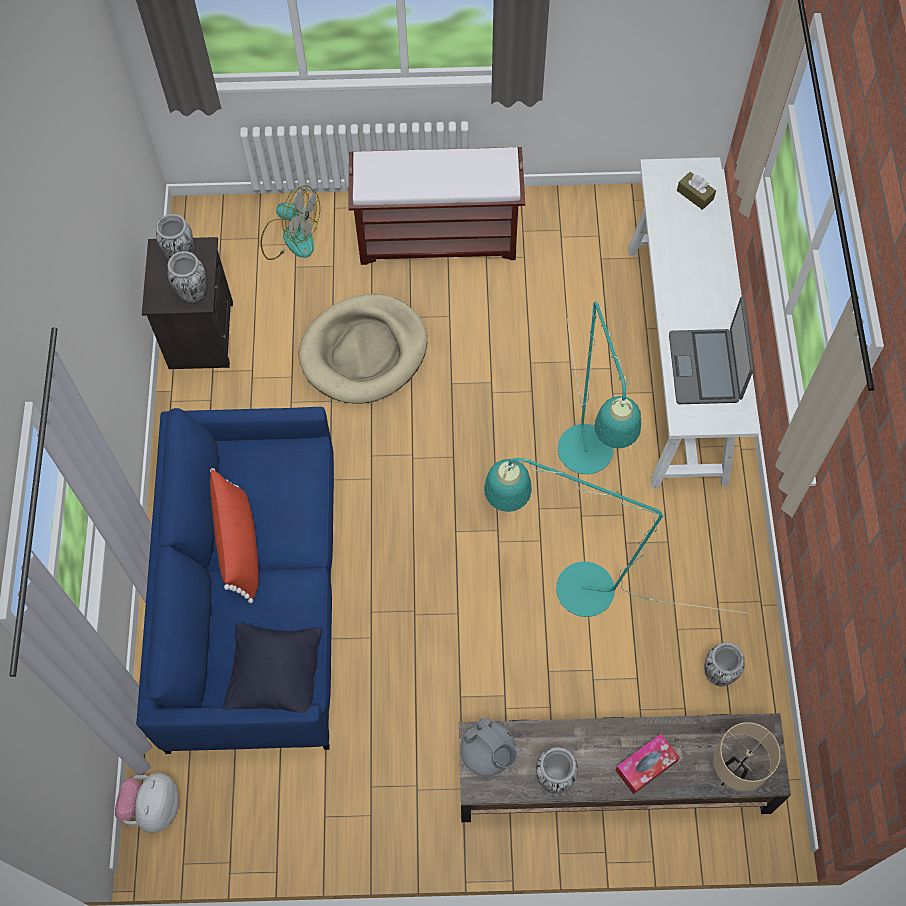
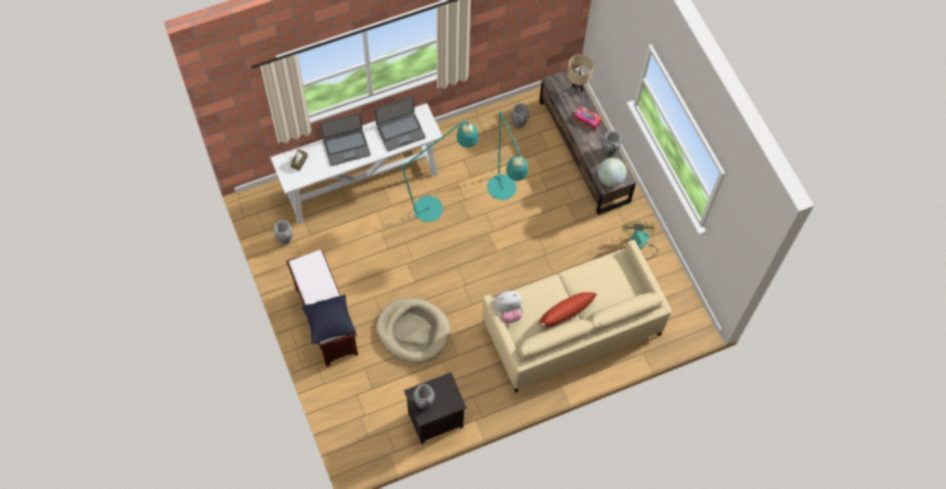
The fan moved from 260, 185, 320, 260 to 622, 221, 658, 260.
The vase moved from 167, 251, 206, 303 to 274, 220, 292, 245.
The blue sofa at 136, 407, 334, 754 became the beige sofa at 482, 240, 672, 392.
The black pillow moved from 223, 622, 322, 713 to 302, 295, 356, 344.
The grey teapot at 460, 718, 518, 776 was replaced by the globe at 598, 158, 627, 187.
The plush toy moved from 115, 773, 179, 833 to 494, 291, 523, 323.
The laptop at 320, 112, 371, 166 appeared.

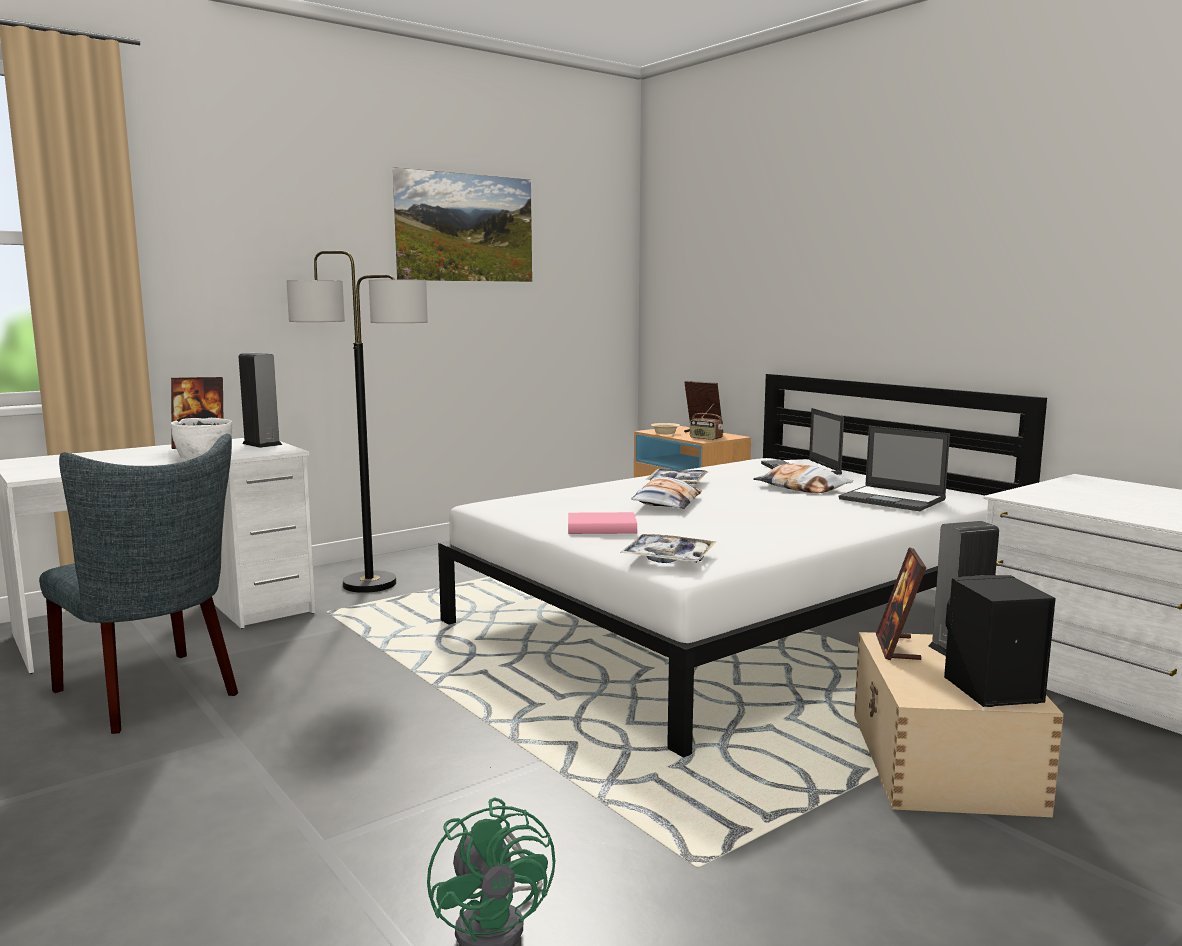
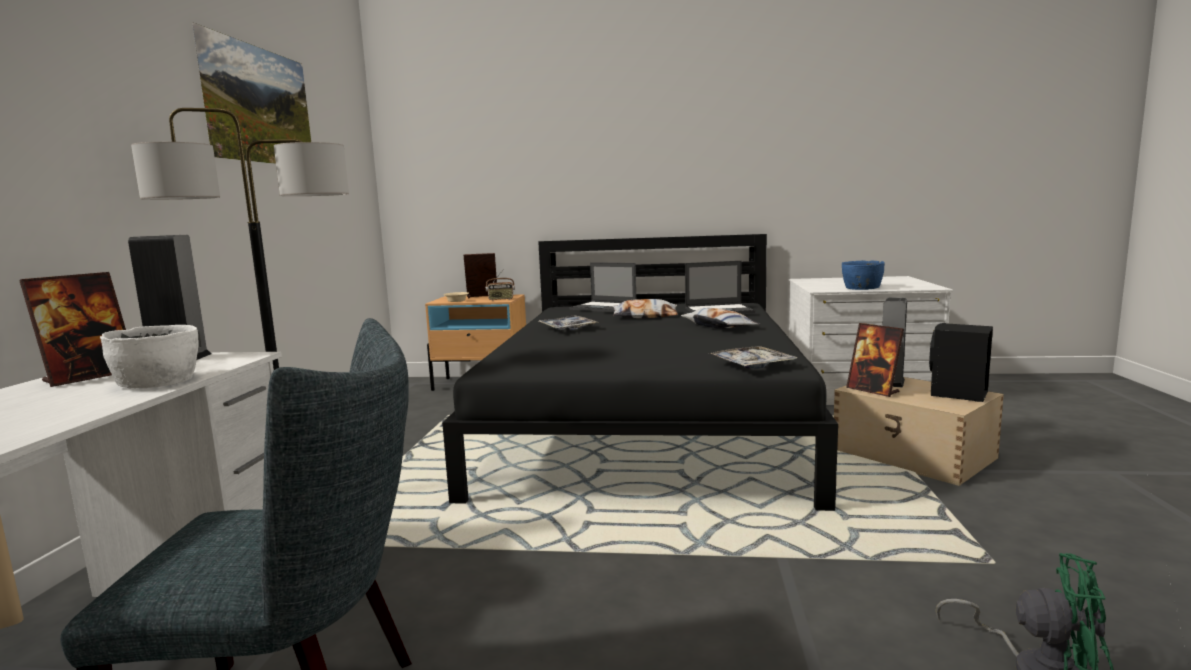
The white bed at 438, 374, 1047, 758 became the black bed at 442, 234, 838, 511.
The pillow moved from 631, 477, 702, 509 to 681, 308, 760, 329.
The pink book at 568, 512, 637, 534 disappeared.
The blue bowl at 842, 260, 885, 290 appeared.

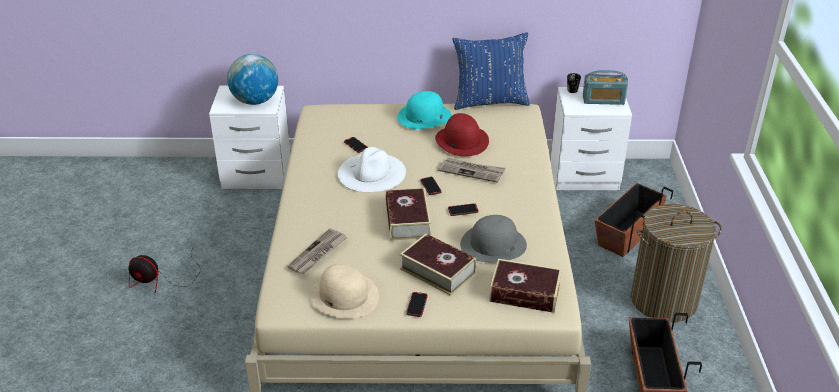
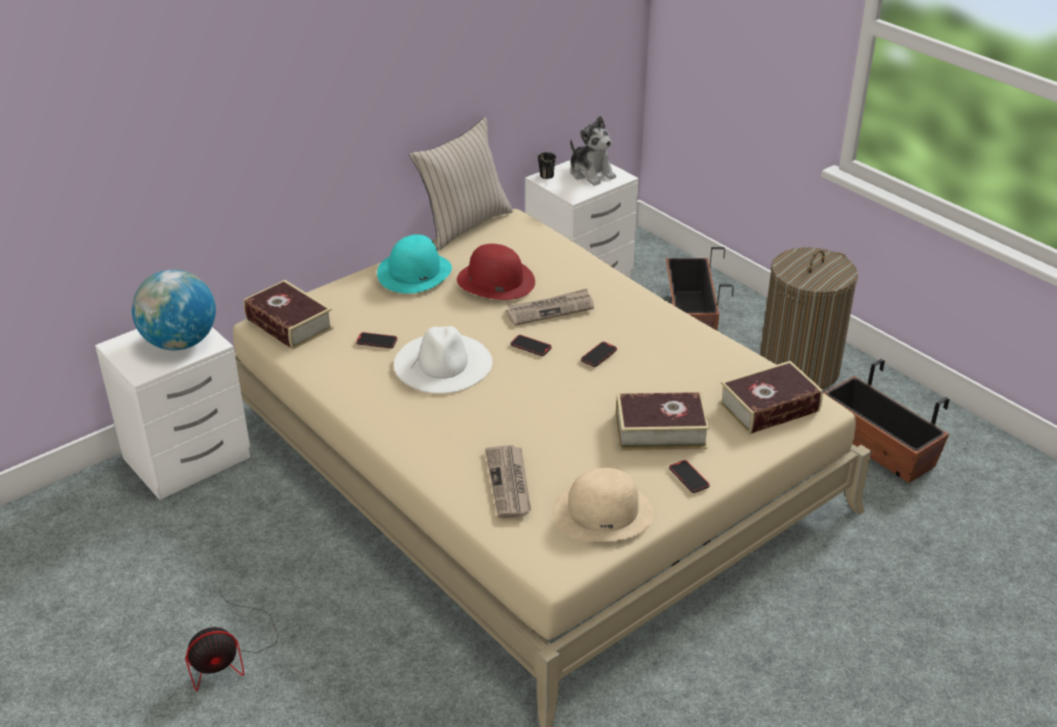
The blue pillow at 452, 33, 530, 110 became the beige pillow at 409, 117, 513, 250.
The radio at 583, 70, 628, 105 was replaced by the plush toy at 570, 116, 616, 186.
The book moved from 386, 188, 431, 240 to 244, 280, 334, 350.
The grey hat at 460, 215, 527, 262 disappeared.

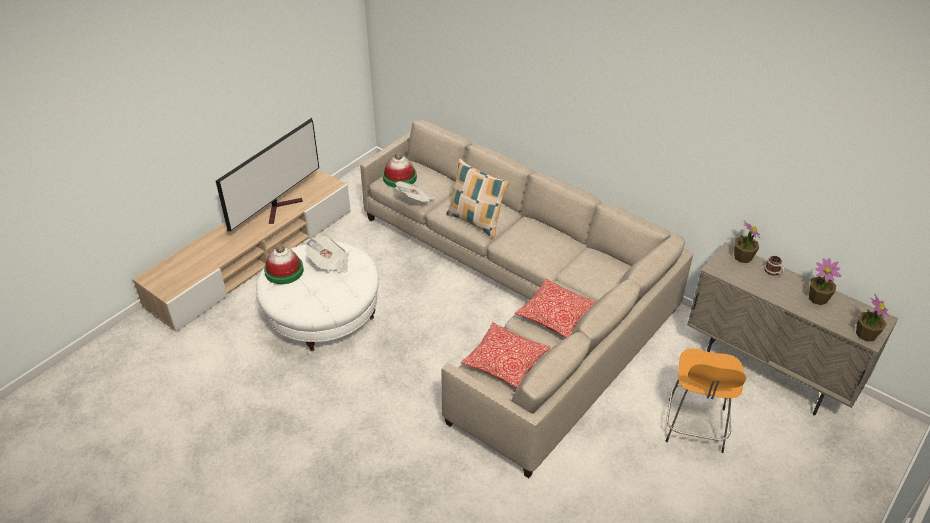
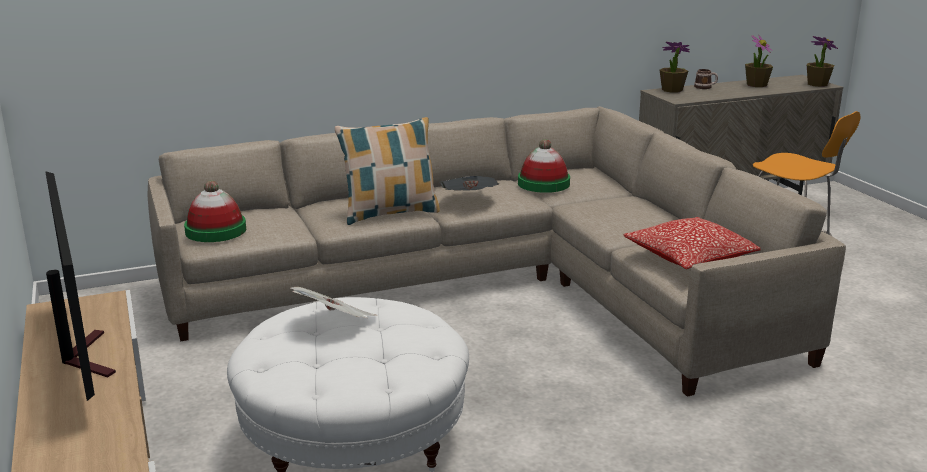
The newspaper moved from 395, 181, 436, 202 to 440, 176, 499, 191.
The hat moved from 264, 244, 304, 284 to 518, 139, 570, 193.
The pillow at 515, 279, 597, 338 disappeared.

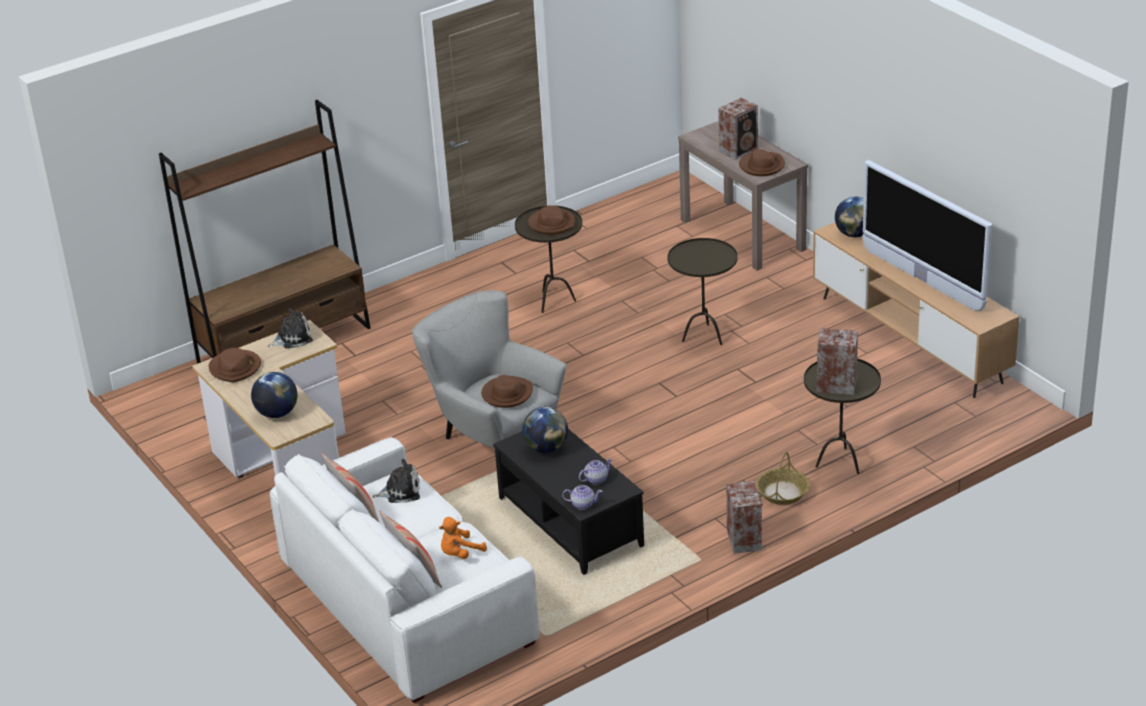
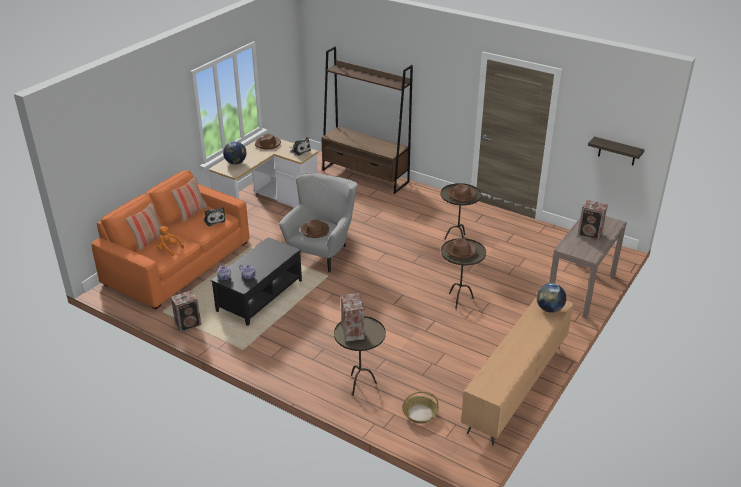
The brown hat moved from 739, 149, 785, 176 to 445, 238, 477, 259.
The television at 863, 160, 992, 311 disappeared.
The globe at 522, 407, 568, 453 disappeared.
The white sofa at 270, 437, 540, 703 became the orange sofa at 92, 170, 249, 309.
The basket moved from 756, 452, 809, 505 to 403, 391, 439, 424.
The speaker moved from 726, 481, 763, 554 to 171, 290, 201, 332.
The shelf at 588, 137, 645, 165 appeared.

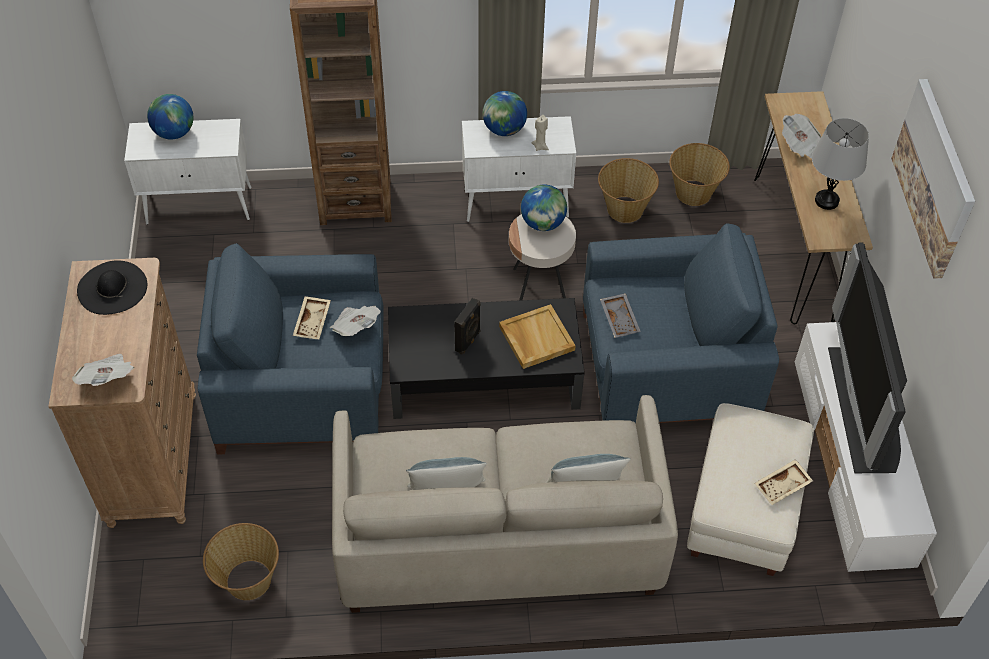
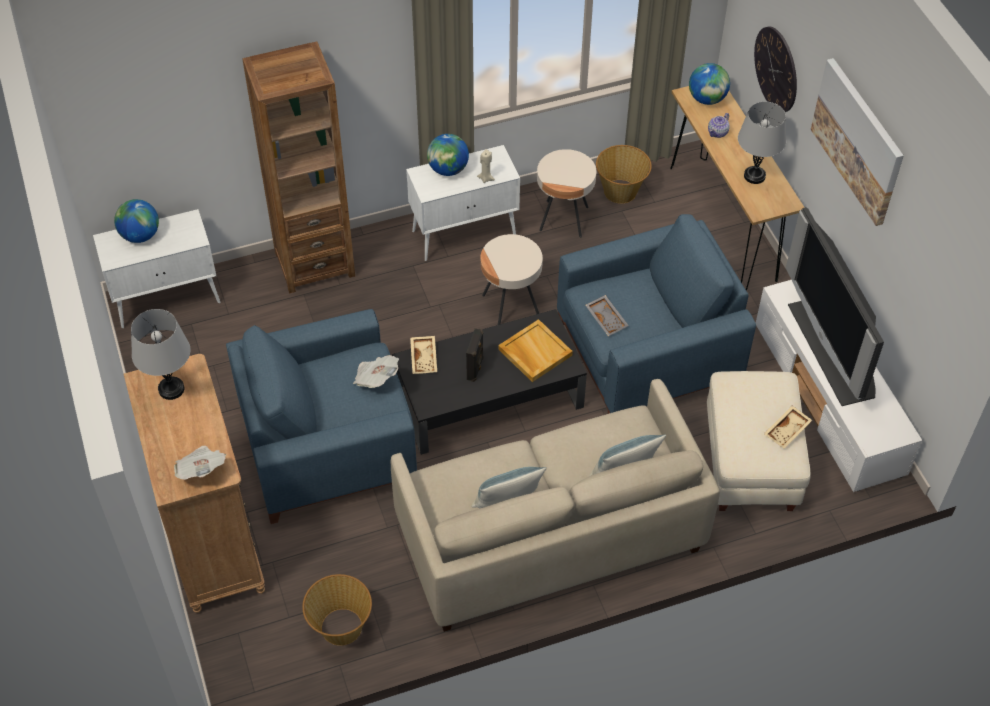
The newspaper at 782, 114, 821, 159 was replaced by the teapot at 708, 113, 730, 138.
The basket at 598, 158, 659, 223 was replaced by the beige side table at 537, 149, 596, 237.
The globe moved from 521, 184, 567, 231 to 689, 63, 730, 105.
The black hat at 77, 260, 147, 315 was replaced by the grey table lamp at 131, 309, 191, 400.
The beige tray moved from 293, 296, 331, 339 to 410, 336, 437, 374.
The wall clock at 754, 27, 797, 112 appeared.

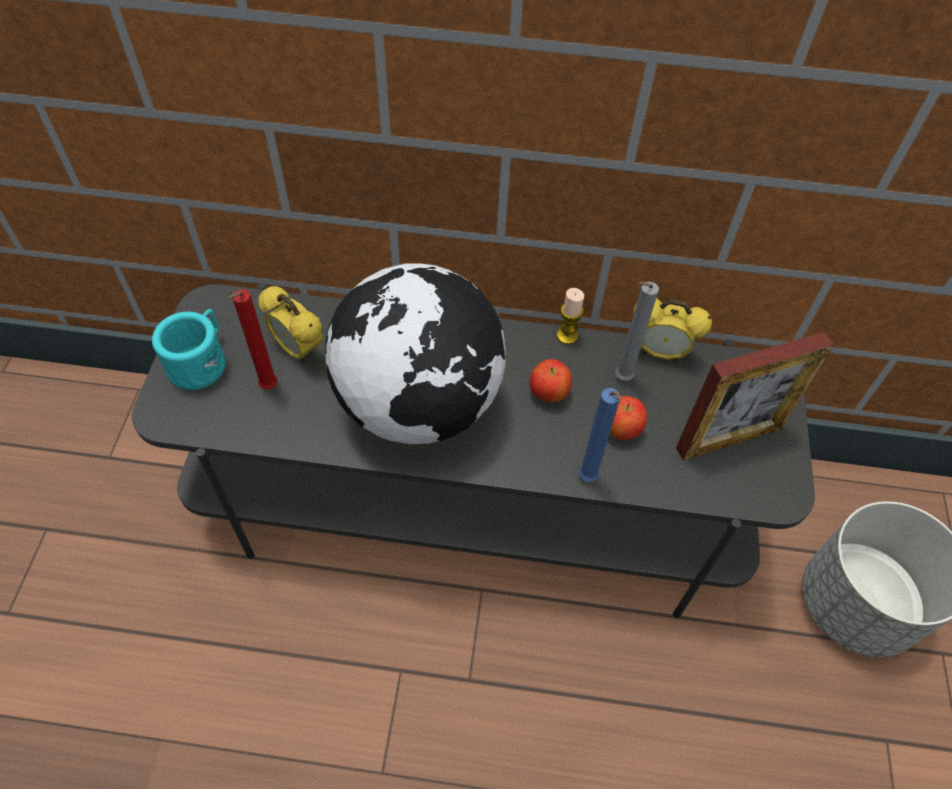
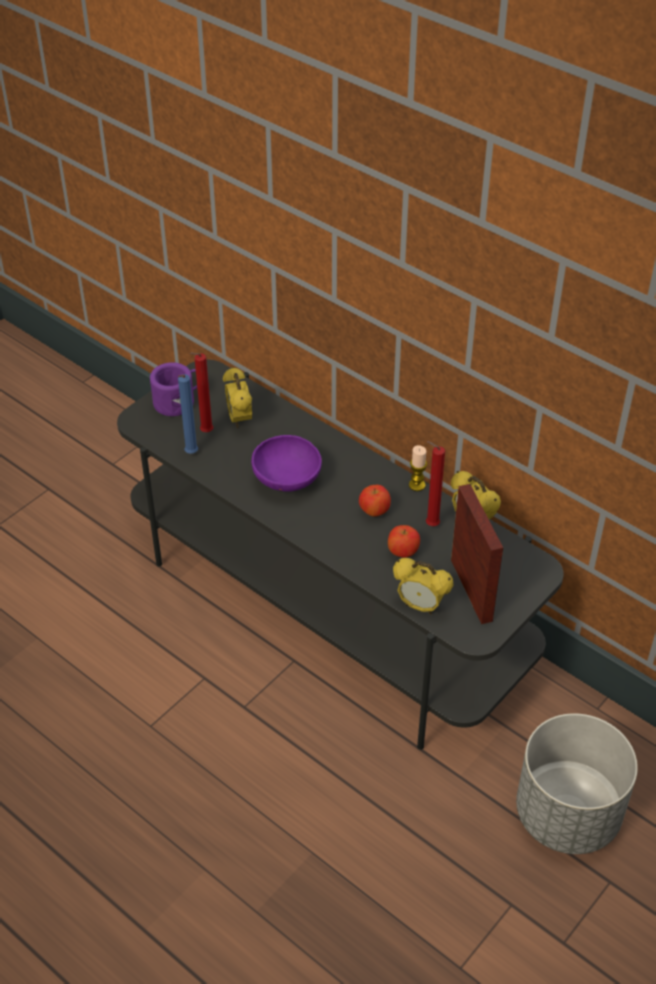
The globe at 325, 264, 506, 444 was replaced by the purple bowl at 251, 435, 322, 492.
The grey candle at 615, 282, 659, 381 became the red candle at 426, 441, 445, 526.
The turquoise mug at 152, 309, 226, 390 became the purple mug at 150, 362, 197, 416.
The picture frame at 676, 332, 834, 460 turned 120 degrees counterclockwise.
The blue candle moved from 579, 388, 622, 482 to 178, 374, 198, 454.
The alarm clock at 393, 558, 453, 614 appeared.

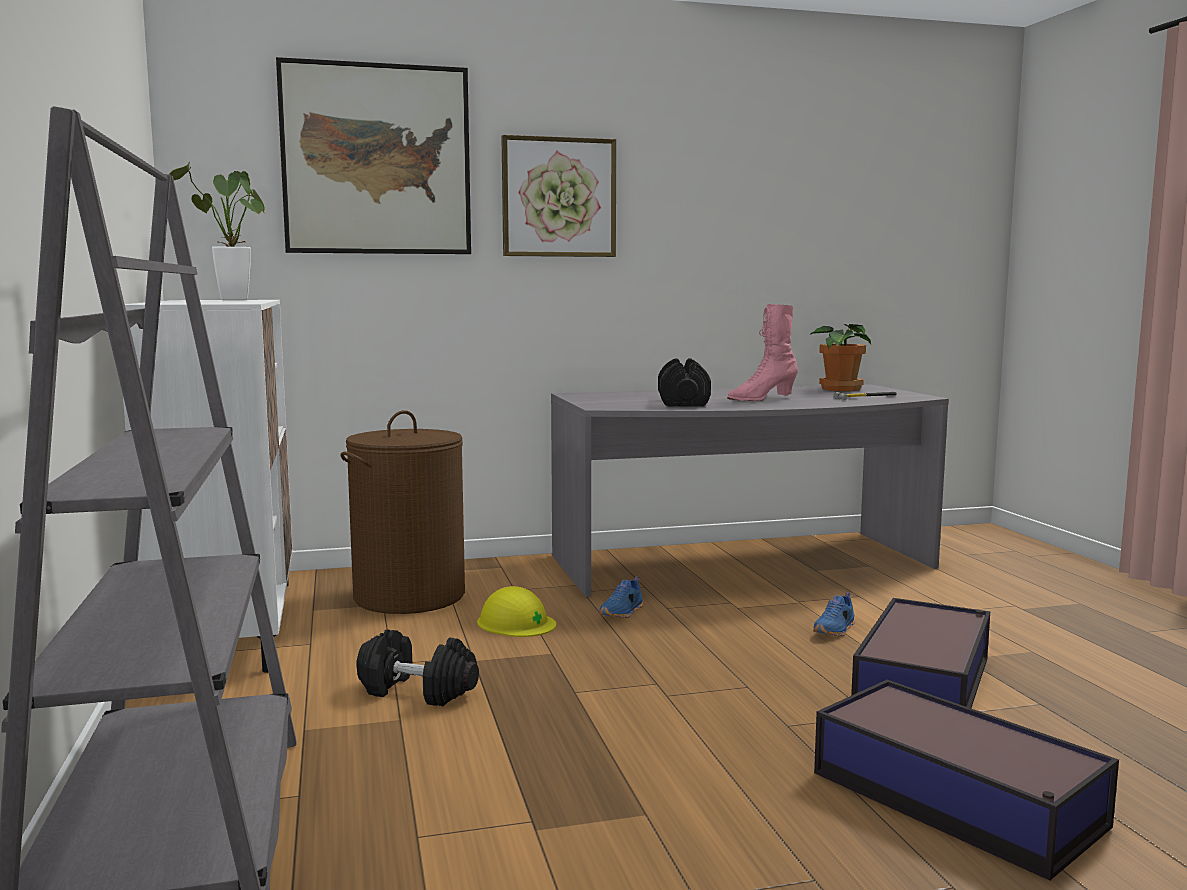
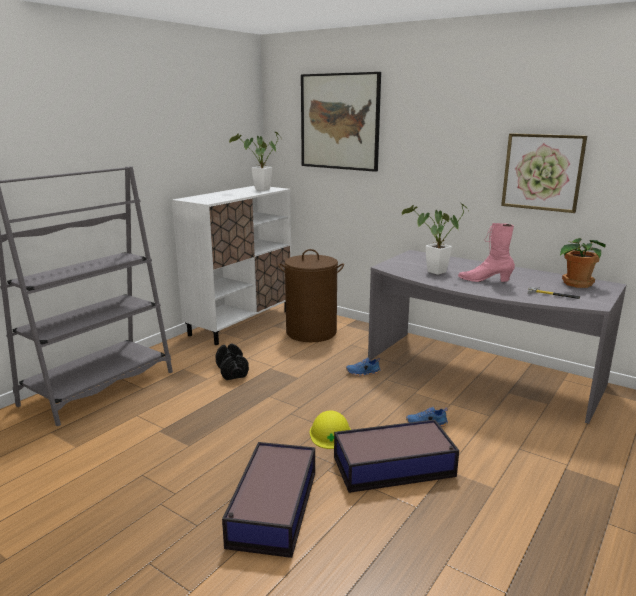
The picture moved from 501, 135, 616, 257 to 501, 133, 587, 213.
The black dumbbell at 658, 358, 711, 407 was replaced by the potted plant at 402, 202, 469, 275.
The yellow hard hat moved from 477, 586, 556, 637 to 310, 410, 351, 449.

